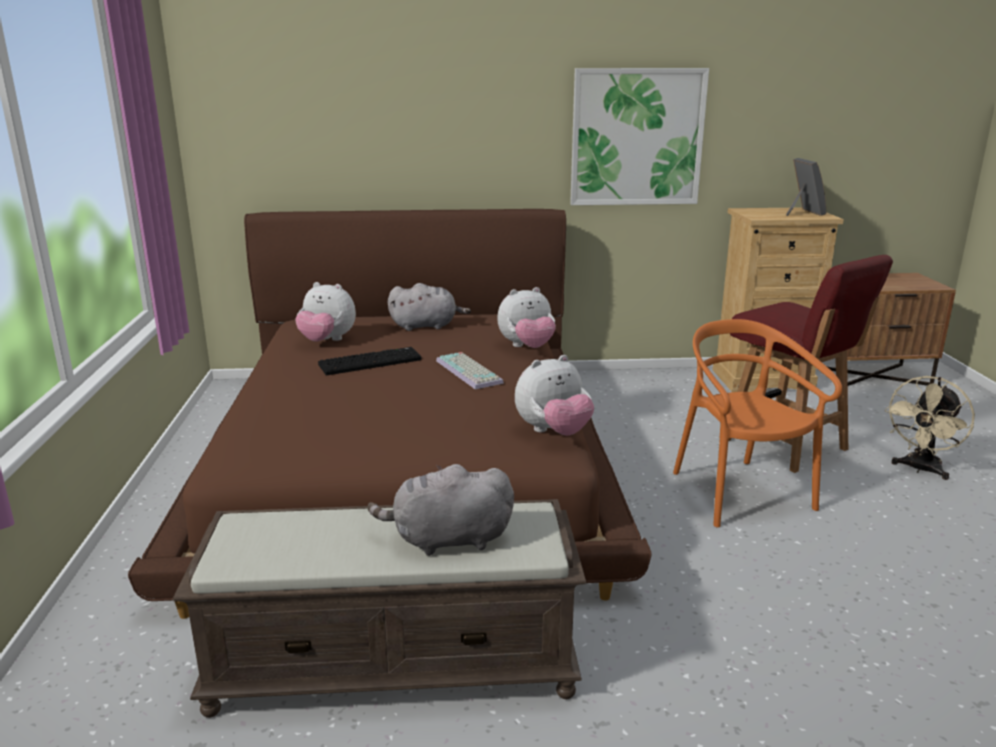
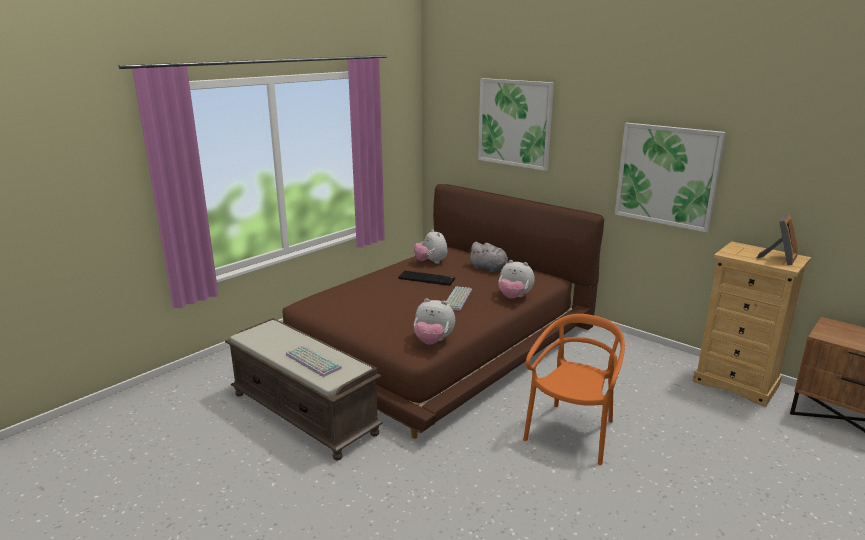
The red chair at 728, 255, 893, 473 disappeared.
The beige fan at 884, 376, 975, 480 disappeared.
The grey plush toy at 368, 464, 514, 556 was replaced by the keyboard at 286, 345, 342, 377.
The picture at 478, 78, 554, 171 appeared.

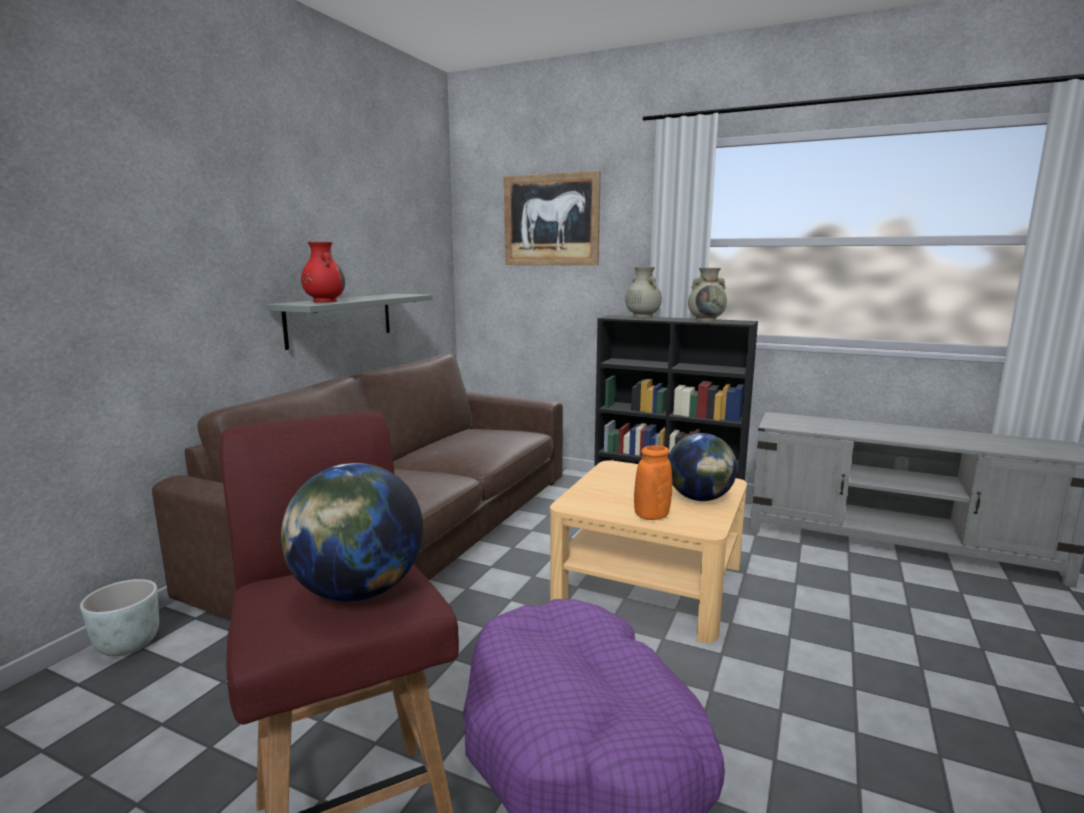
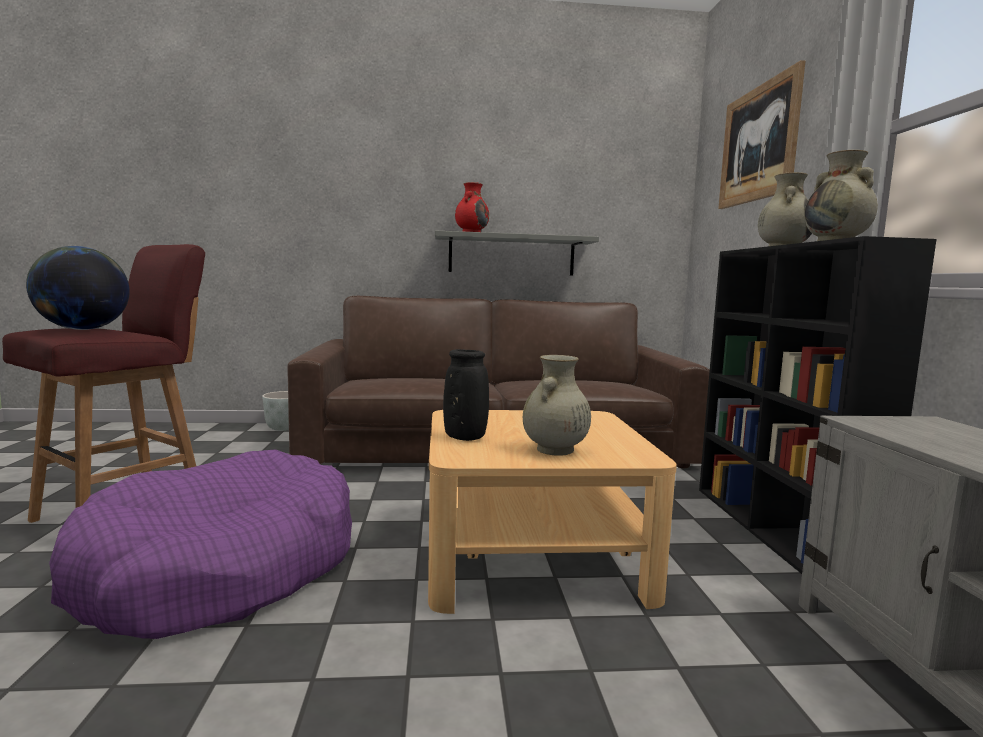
The globe at 668, 433, 737, 501 was replaced by the beige vase at 523, 355, 591, 456.
The orange vase at 634, 445, 672, 520 became the black vase at 443, 349, 489, 441.

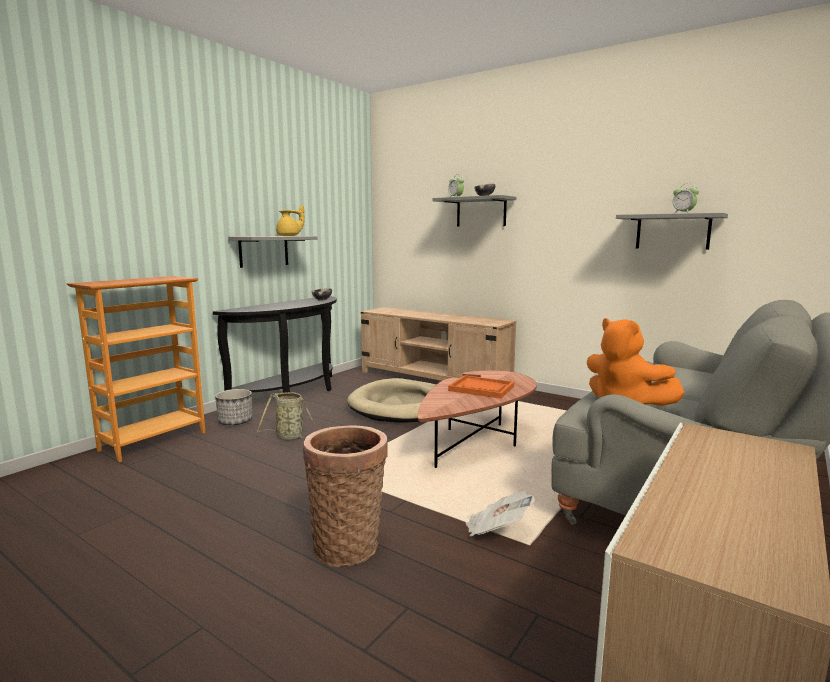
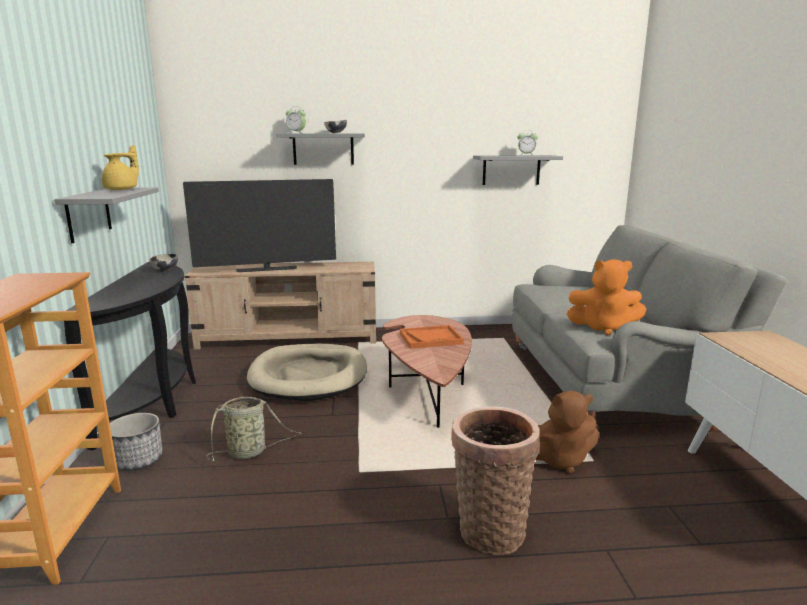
The newspaper at 465, 491, 535, 537 was replaced by the brown plush toy at 535, 391, 599, 474.
The television at 183, 179, 336, 272 appeared.

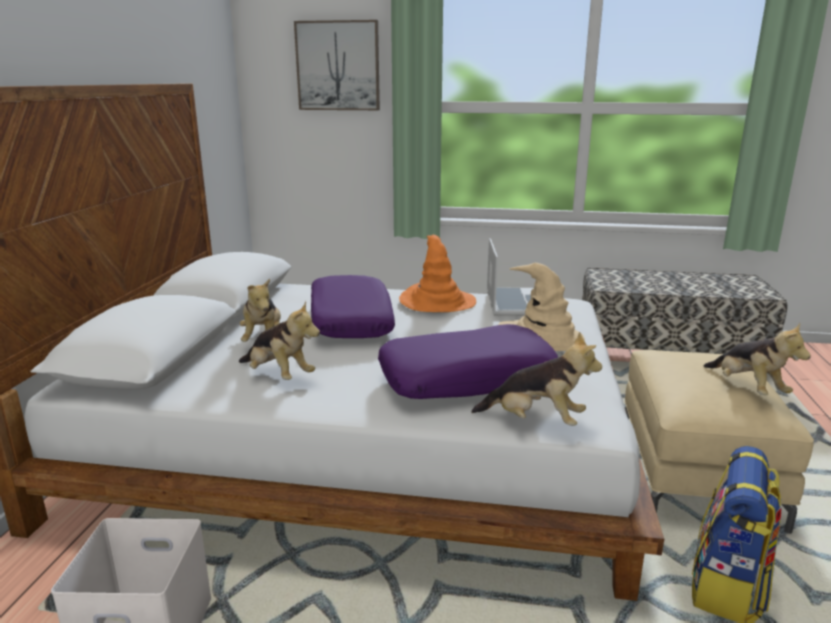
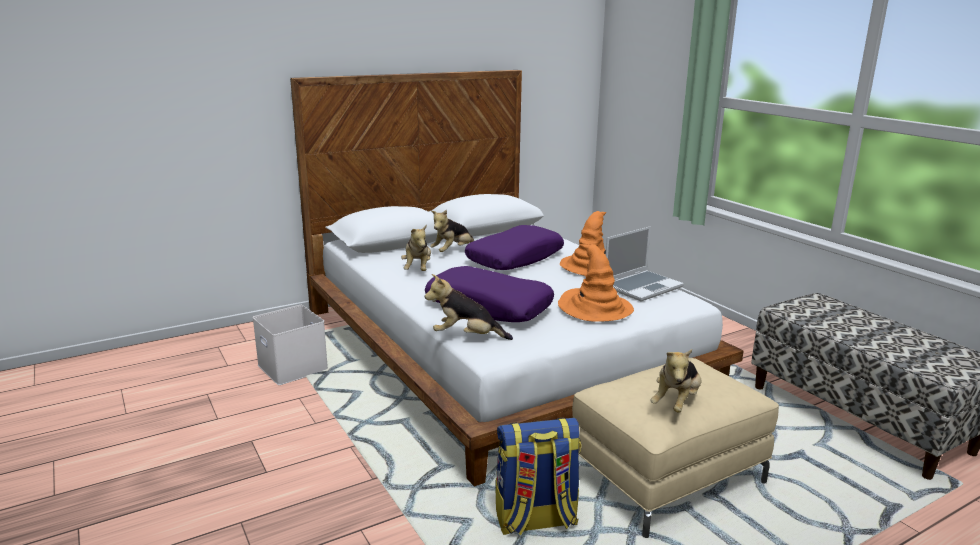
The picture at 294, 20, 380, 110 disappeared.
The beige hat at 499, 263, 585, 351 became the orange hat at 558, 244, 634, 322.
The plush toy at 471, 332, 602, 426 turned 120 degrees clockwise.

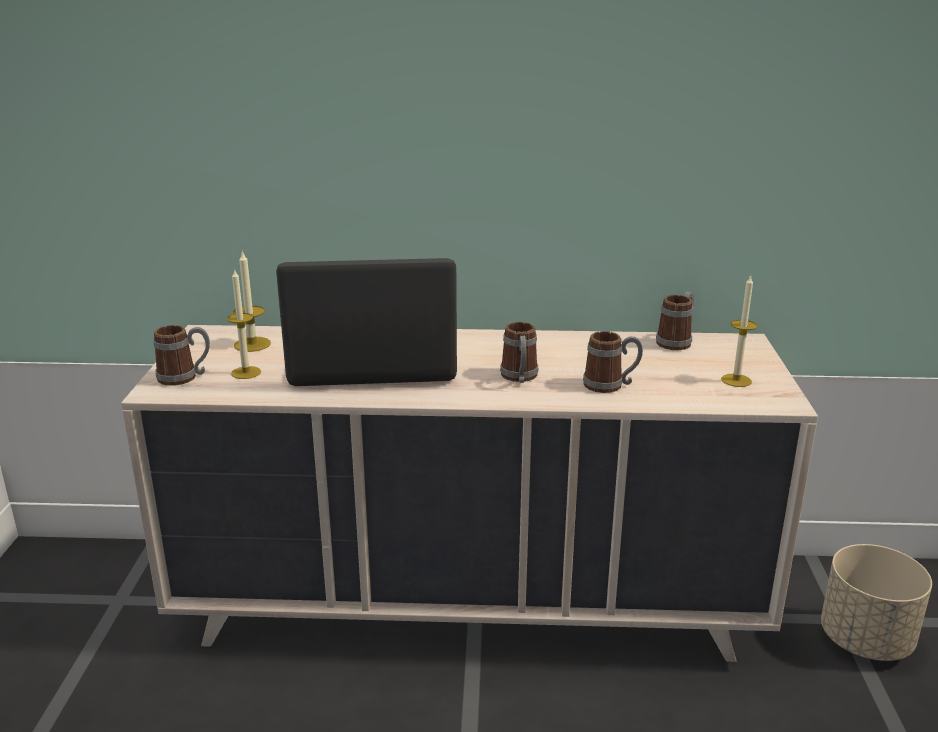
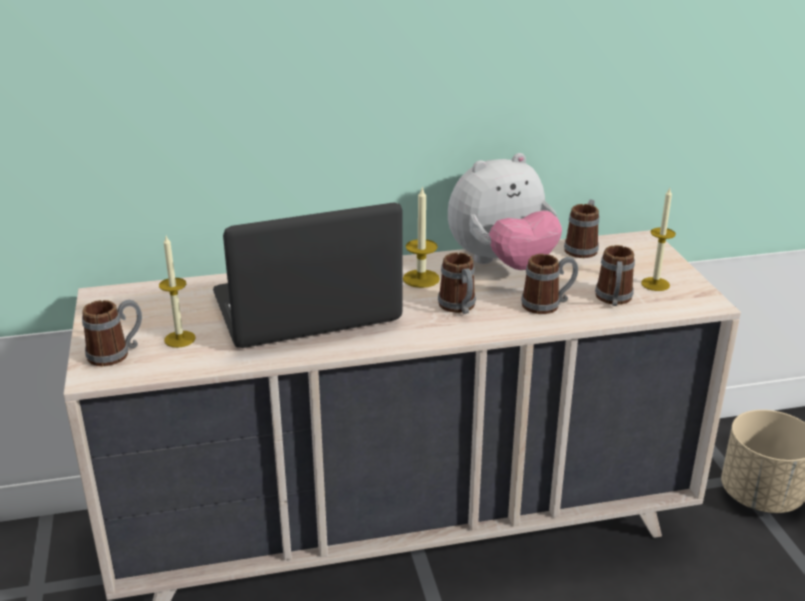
The candle moved from 233, 250, 271, 352 to 403, 187, 440, 288.
The plush toy at 448, 153, 562, 270 appeared.
The mug at 595, 245, 635, 306 appeared.

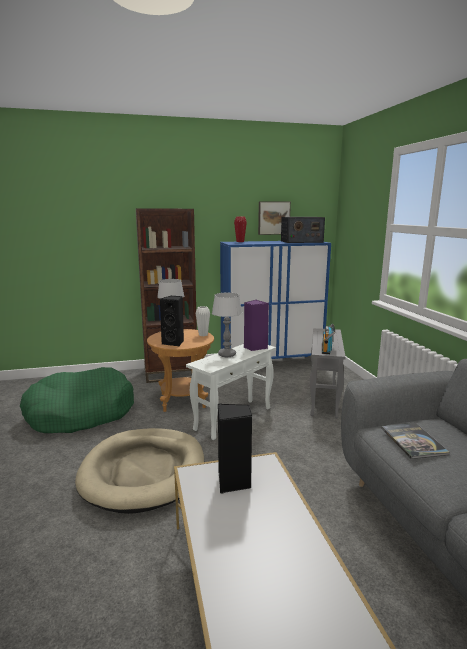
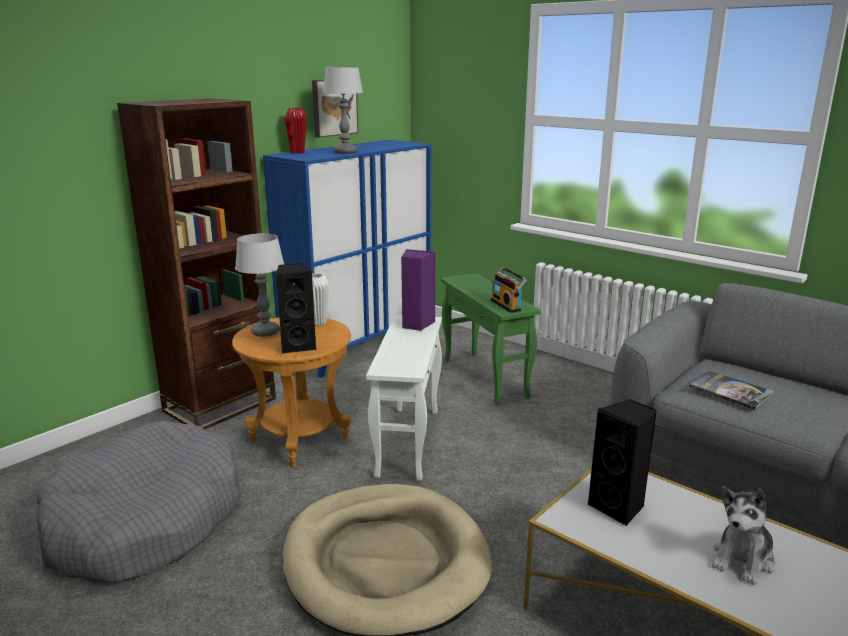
The radio at 281, 217, 325, 243 disappeared.
The table lamp moved from 212, 293, 242, 357 to 323, 67, 363, 154.
The grey side table at 310, 328, 346, 418 became the green side table at 441, 273, 542, 405.
The green dog bed at 20, 367, 134, 433 became the grey dog bed at 36, 421, 241, 582.
The plush toy at 712, 487, 775, 585 appeared.

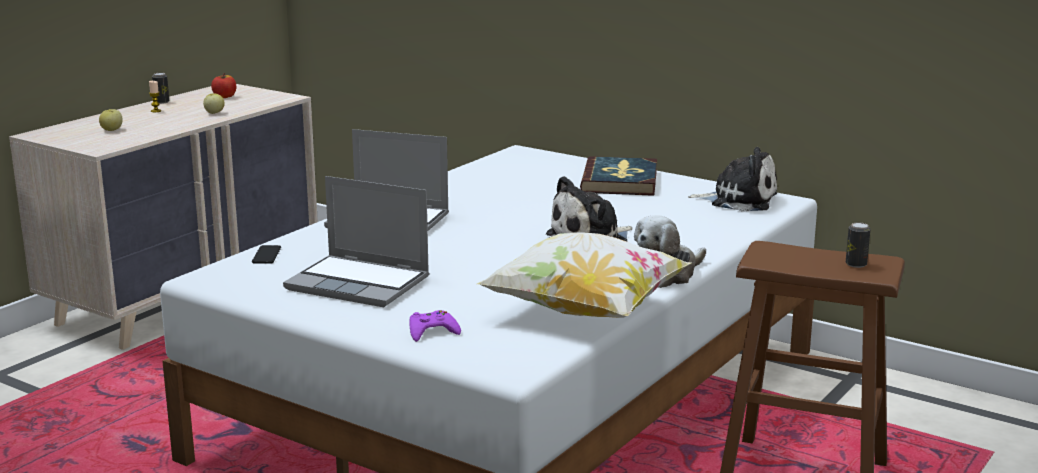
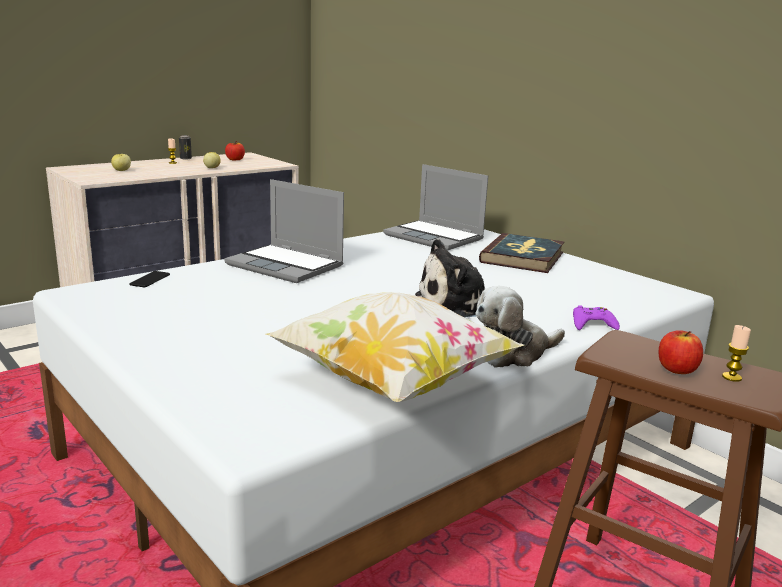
The plush toy at 688, 147, 777, 212 disappeared.
The laptop moved from 283, 176, 429, 307 to 383, 164, 488, 251.
The can at 846, 222, 870, 268 was replaced by the candle at 722, 325, 751, 382.
The purple game controller moved from 410, 310, 461, 342 to 573, 305, 620, 330.
The apple at 659, 330, 703, 374 appeared.

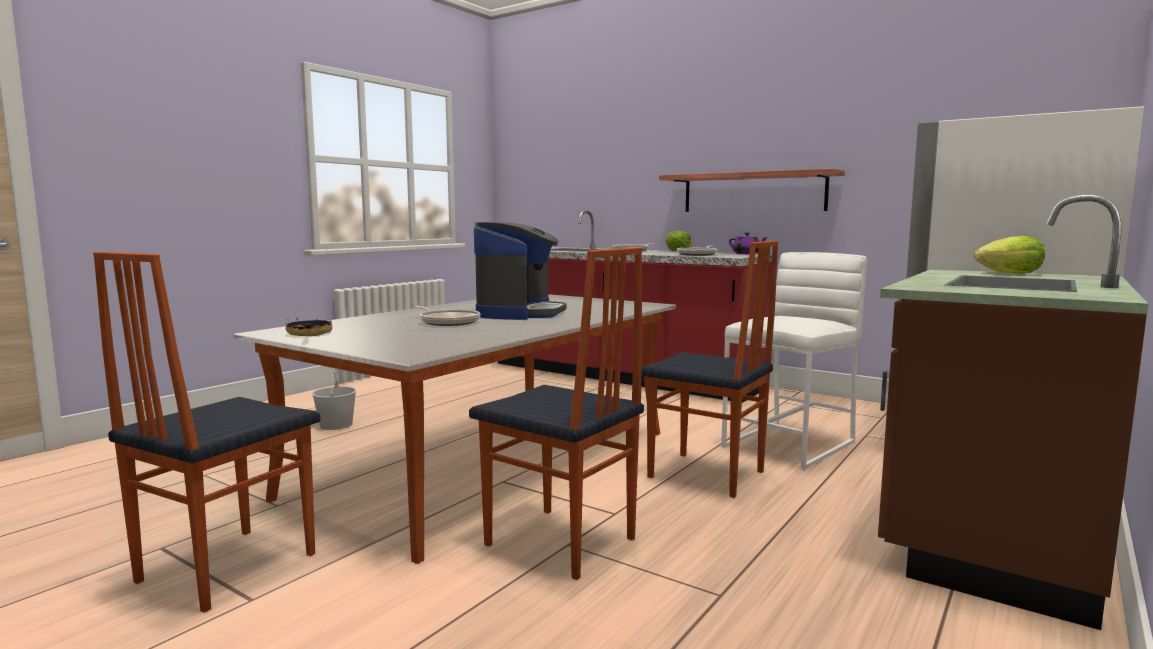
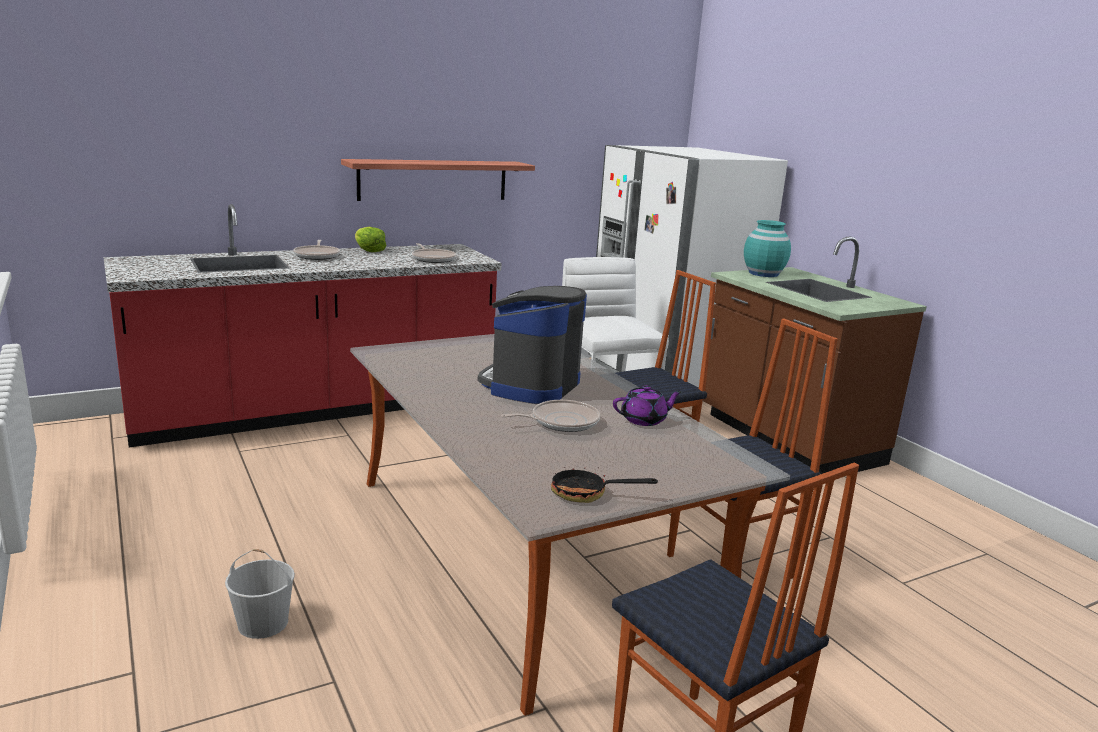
The coffee machine at 474, 222, 566, 320 turned 105 degrees counterclockwise.
The purple teapot moved from 729, 232, 767, 254 to 613, 386, 682, 426.
The lettuce at 974, 236, 1045, 274 was replaced by the turquoise vase at 744, 220, 791, 277.

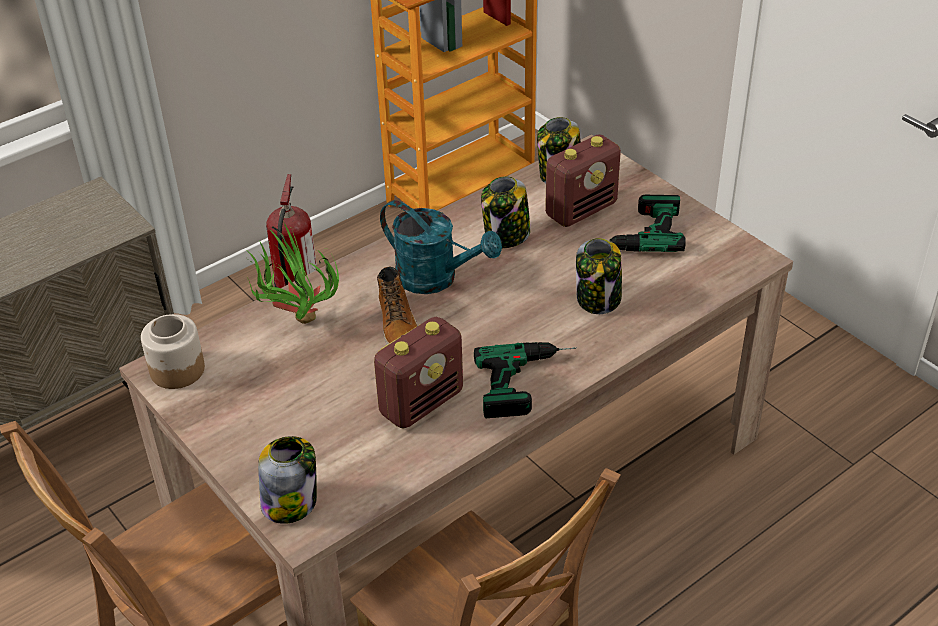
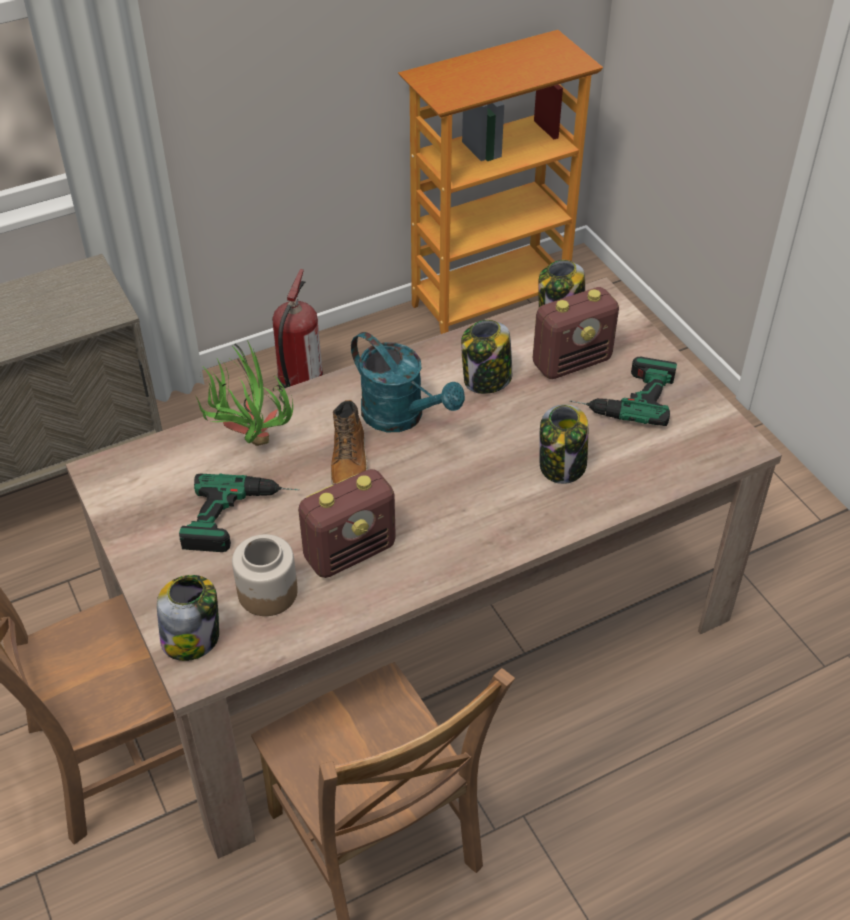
The jar moved from 141, 314, 205, 389 to 232, 534, 298, 616.
The power drill moved from 474, 342, 576, 418 to 179, 473, 300, 552.

